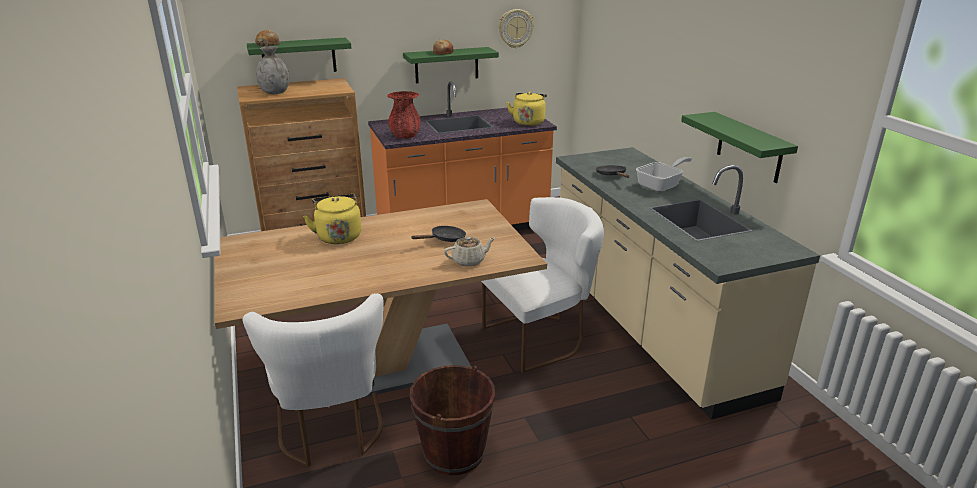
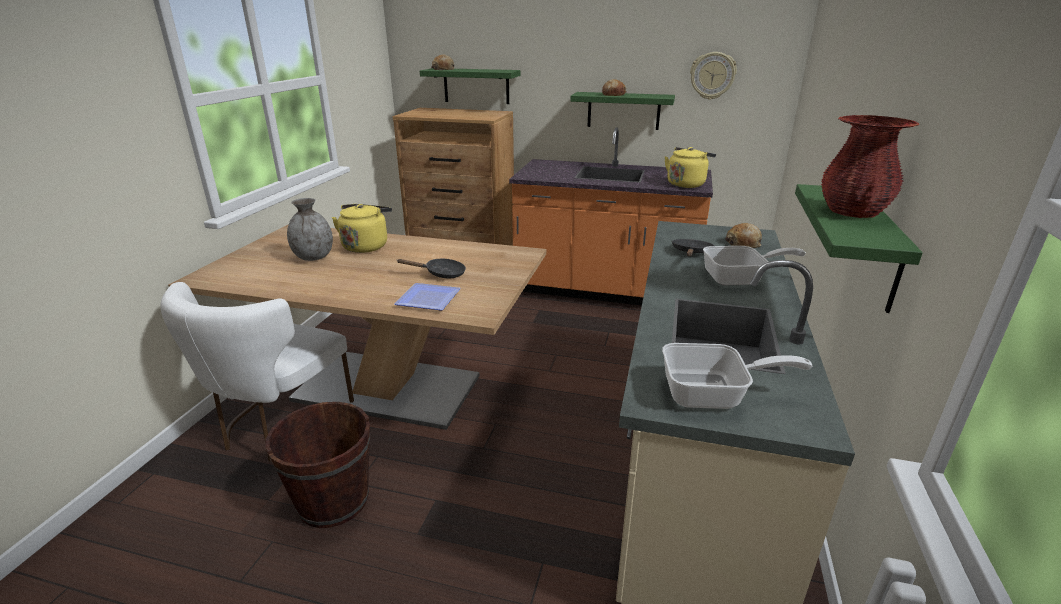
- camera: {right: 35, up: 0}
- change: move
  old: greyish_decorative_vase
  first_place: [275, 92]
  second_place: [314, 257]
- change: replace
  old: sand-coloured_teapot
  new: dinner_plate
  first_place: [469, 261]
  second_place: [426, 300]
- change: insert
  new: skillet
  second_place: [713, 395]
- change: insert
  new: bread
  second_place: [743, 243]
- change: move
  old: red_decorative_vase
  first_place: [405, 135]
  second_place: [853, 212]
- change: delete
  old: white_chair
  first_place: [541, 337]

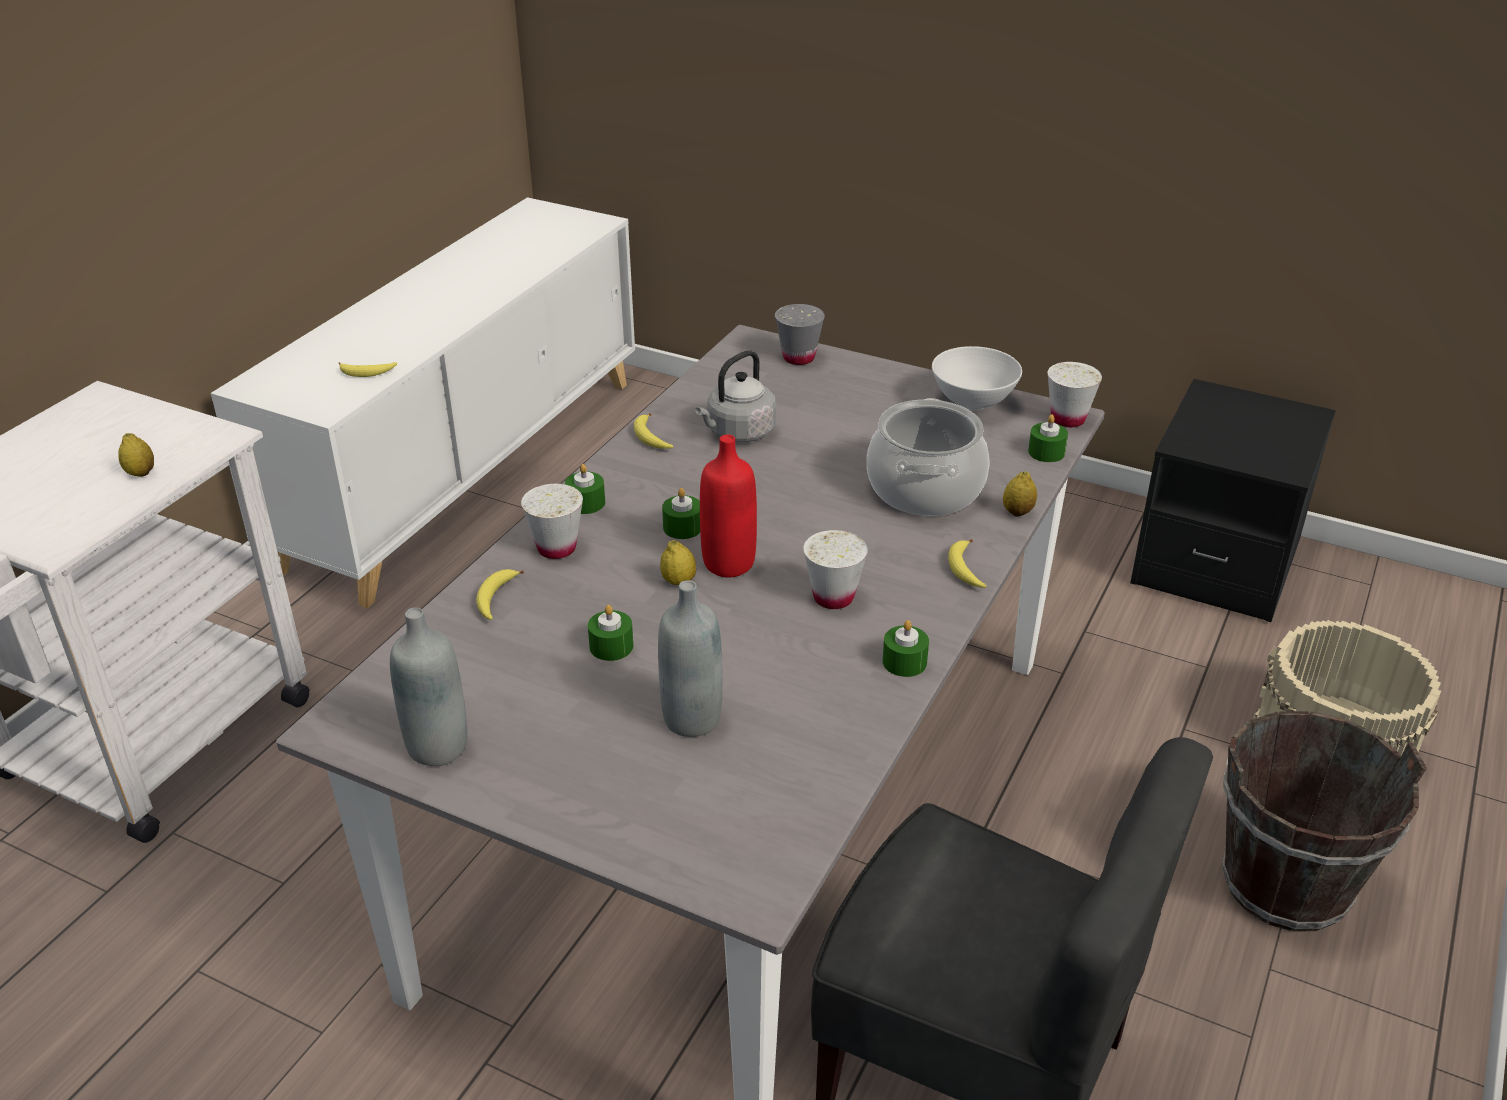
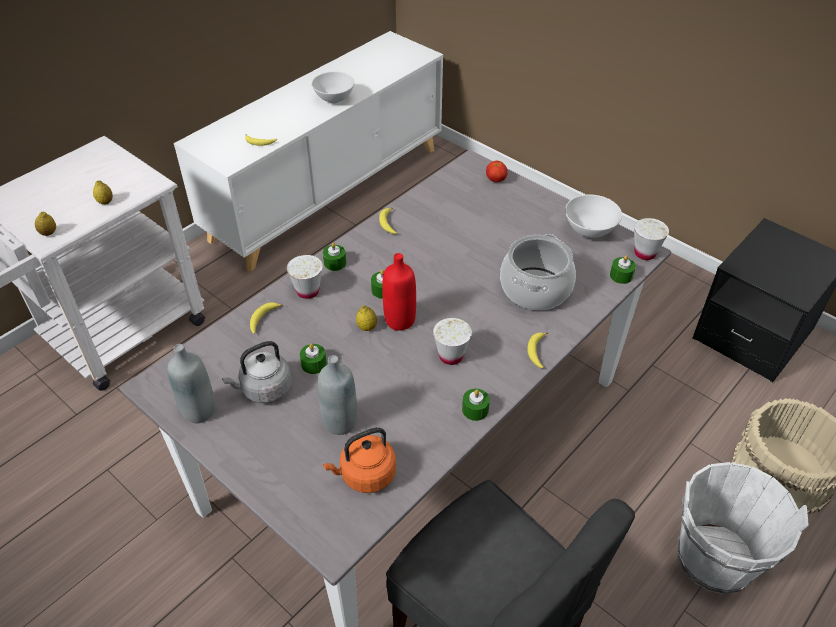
- camera: {right: 15, up: 10}
- change: move
  old: whole_lemon
  first_place: [1017, 512]
  second_place: [48, 233]
- change: move
  old: greyish_tea_kettle
  first_place: [738, 433]
  second_place: [264, 389]
- change: insert
  new: white_bowl
  second_place: [334, 100]
- change: insert
  new: orange-coloured_tea_kettle
  second_place: [365, 475]
- change: replace
  old: greyish_drinking_cup
  new: fresh_tomato
  first_place: [798, 358]
  second_place: [496, 180]
- change: recolor
  old: brown-coloured_water_bucket
  new: white_water_bucket
  first_place: [1285, 885]
  second_place: [714, 559]

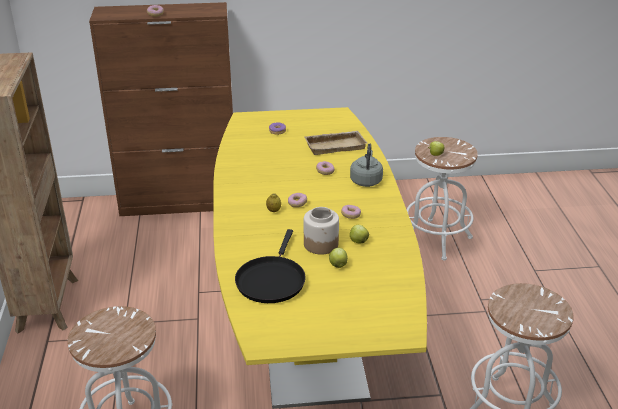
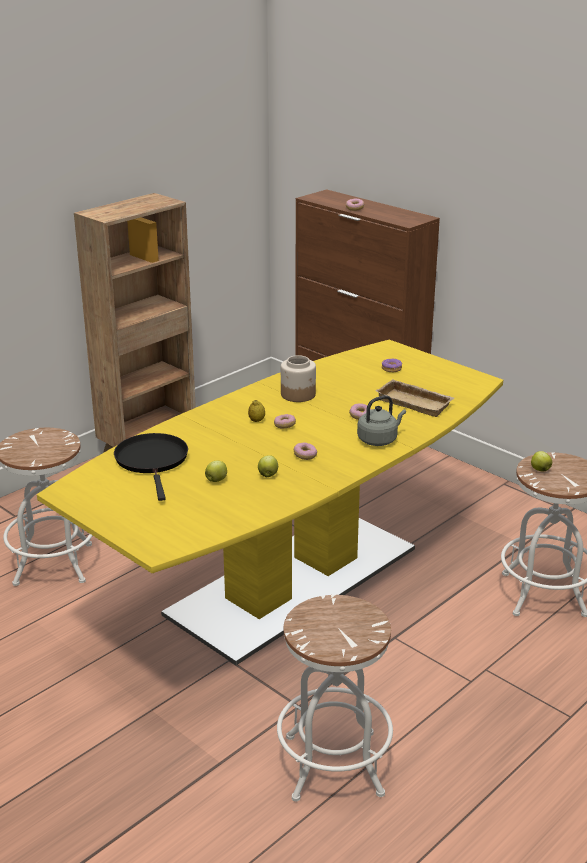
- camera: {right: 50, up: -5}
- change: rotate
  old: black_skillet
  first_place: [271, 280]
  second_place: [152, 461]
  degrees: 105
- change: move
  old: preserve_jar
  first_place: [321, 244]
  second_place: [298, 394]

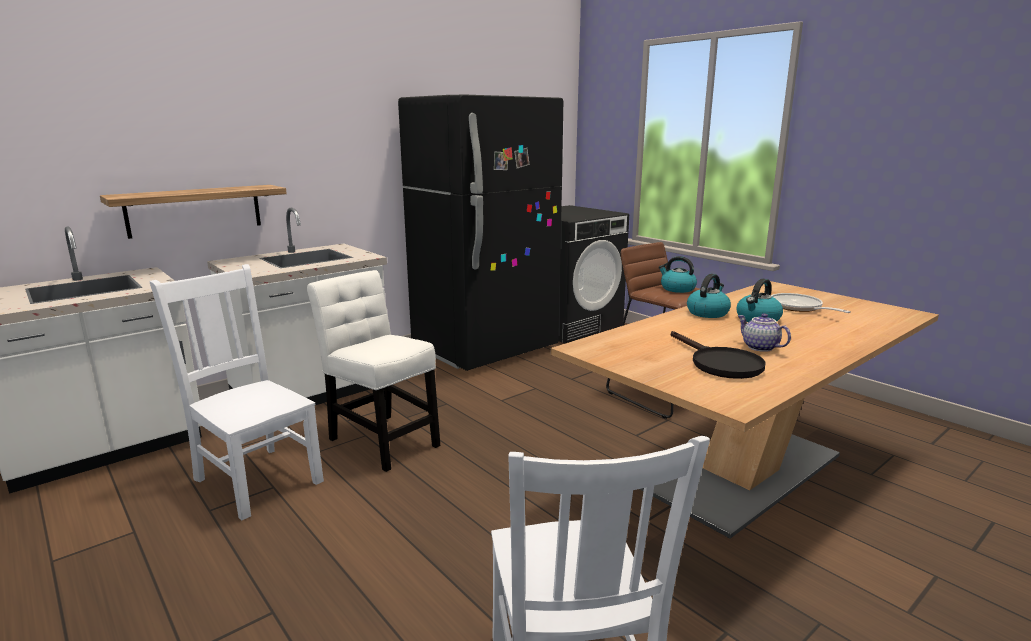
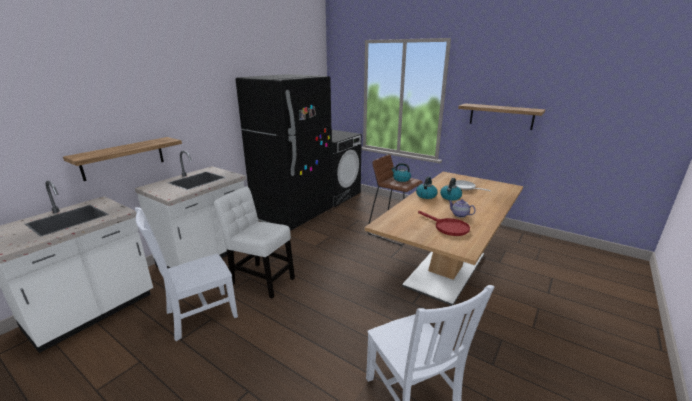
- camera: {right: -15, up: 5}
- change: rotate
  old: white_chair
  first_place: [256, 479]
  second_place: [199, 315]
  degrees: -60
- change: recolor
  old: black_skillet
  new: red_skillet
  first_place: [719, 363]
  second_place: [447, 227]
- change: insert
  new: wall_shelf
  second_place: [501, 116]

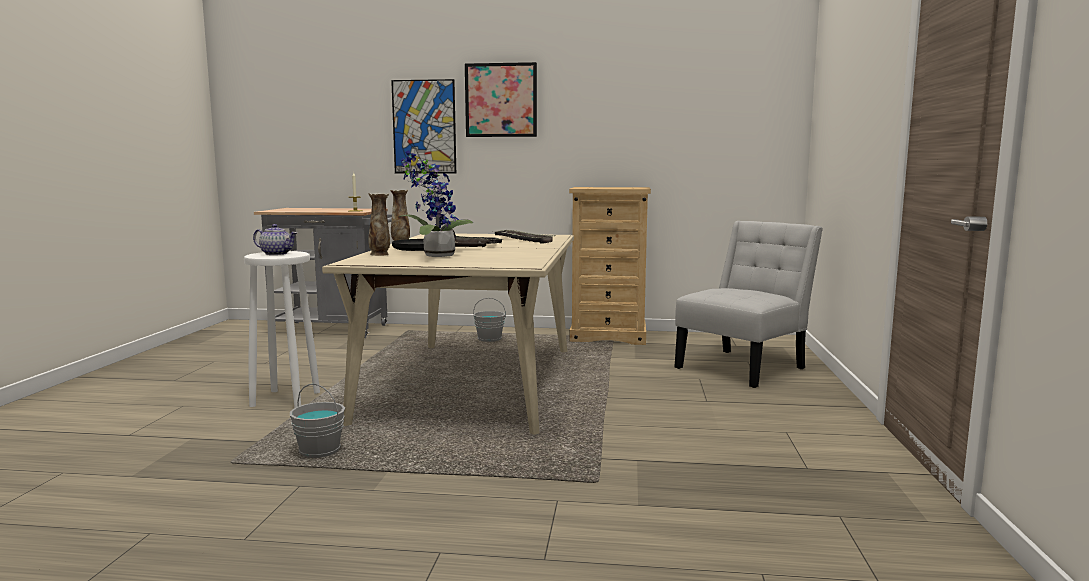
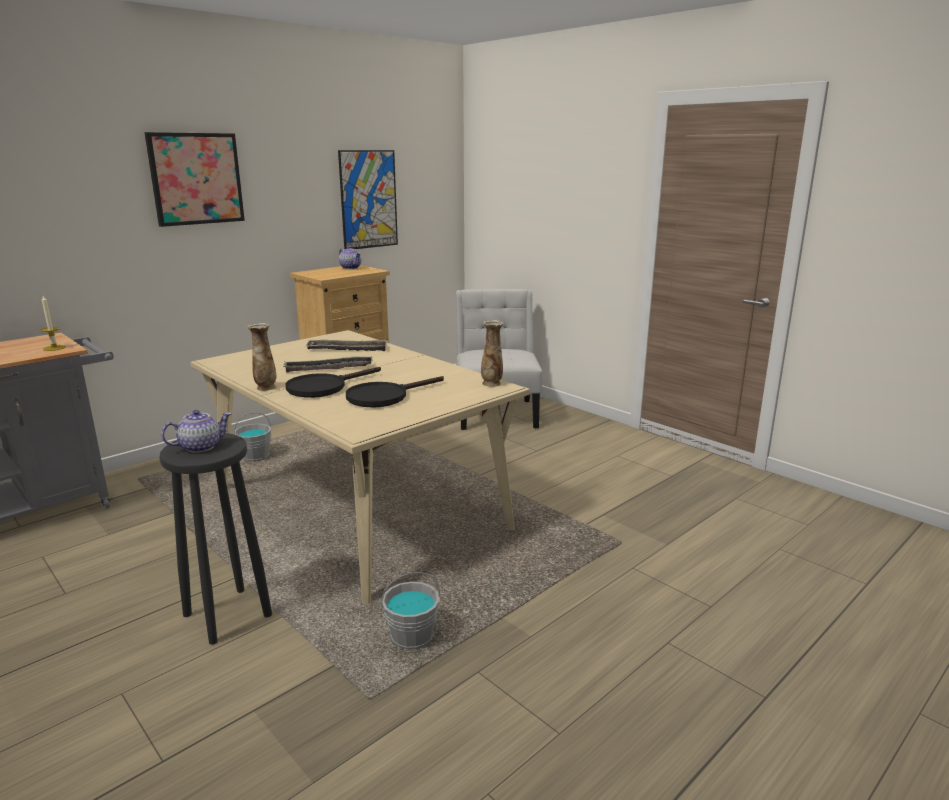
- camera: {right: -50, up: 10}
- change: recolor
  old: white_sitting_stool
  new: black_sitting_stool
  first_place: [286, 398]
  second_place: [227, 614]
- change: move
  old: picture
  first_place: [424, 127]
  second_place: [368, 199]
- change: insert
  new: teapot
  second_place: [351, 267]
- change: replace
  old: plant_in_a_pot
  new: black_skillet
  first_place: [435, 256]
  second_place: [384, 396]
- change: move
  old: decorative_vase
  first_place: [380, 254]
  second_place: [492, 383]

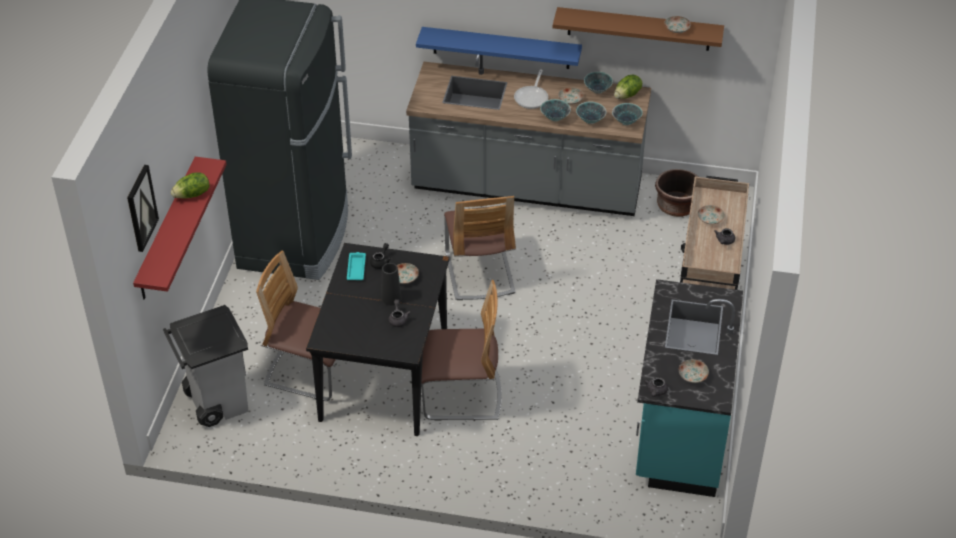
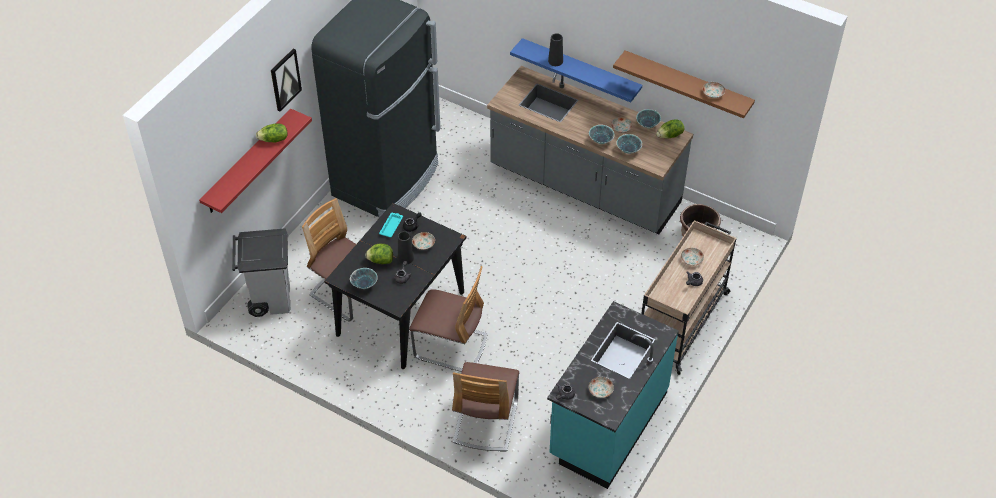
- camera: {right: 20, up: 5}
- change: move
  old: picture
  first_place: [141, 208]
  second_place: [285, 79]
- change: move
  old: bowl
  first_place: [626, 122]
  second_place: [364, 285]
- change: insert
  new: head_of_lettuce
  second_place: [380, 261]
- change: move
  old: chair
  first_place: [479, 273]
  second_place: [485, 421]
- change: insert
  new: black_decorative_vase
  second_place: [555, 61]
- change: delete
  old: skillet
  first_place: [532, 97]

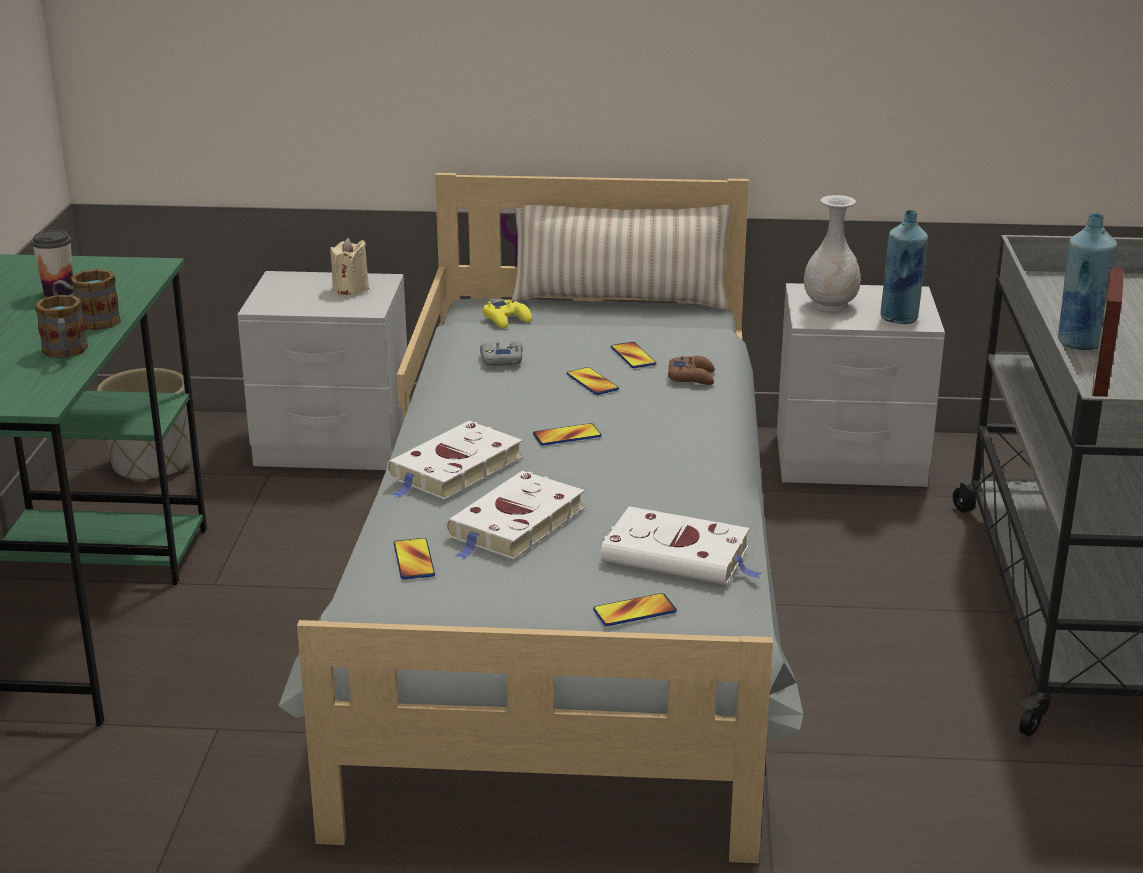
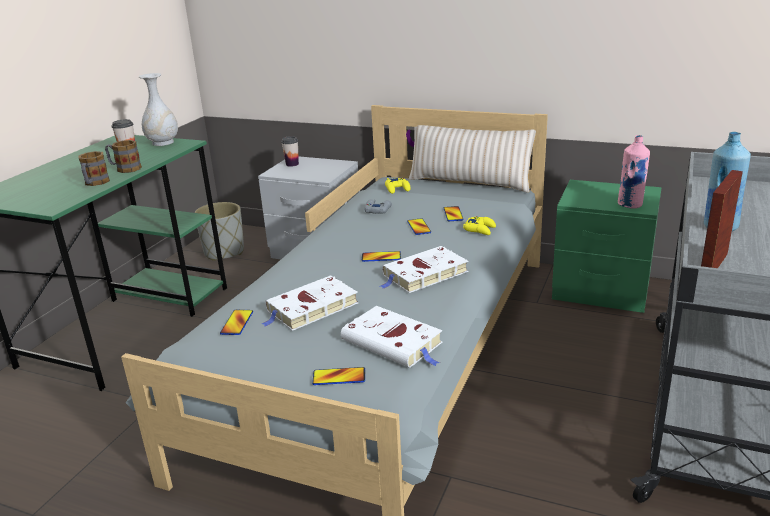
- camera: {right: 20, up: 0}
- change: move
  old: white_decorative_vase
  first_place: [831, 305]
  second_place: [163, 143]
- change: insert
  new: drinking_cup
  second_place: [292, 164]
- change: move
  old: white_book
  first_place: [454, 469]
  second_place: [423, 275]
- change: recolor
  old: brown-coloured_joypad
  new: yellowish_joypad
  first_place: [692, 377]
  second_place: [480, 229]
- change: recolor
  old: greyish_bedside_table
  new: green-coloured_bedside_table
  first_place: [849, 459]
  second_place: [601, 290]
- change: recolor
  old: blue-coloured_drink_bottle
  new: pinkish_drink_bottle
  first_place: [899, 319]
  second_place: [630, 205]
- change: delete
  old: sand-coloured_wax_candle
  first_place: [350, 289]

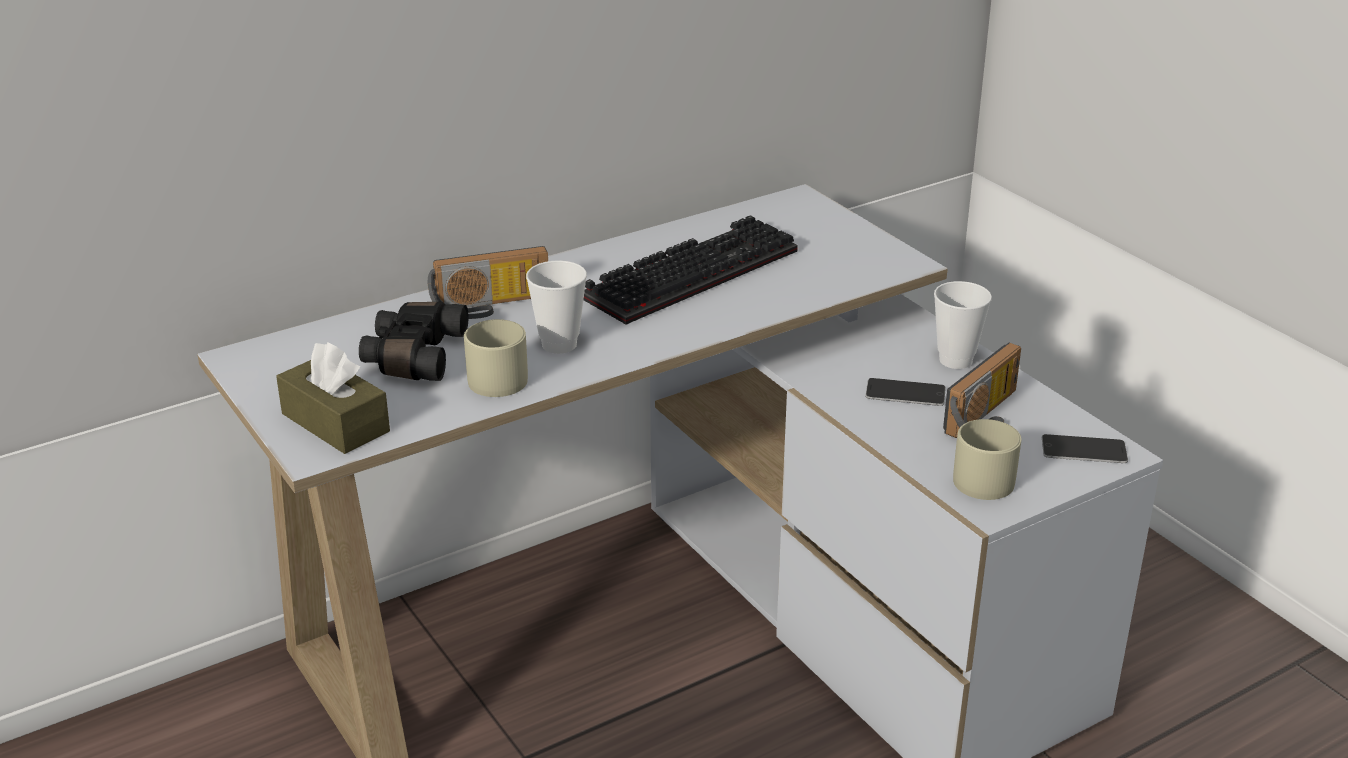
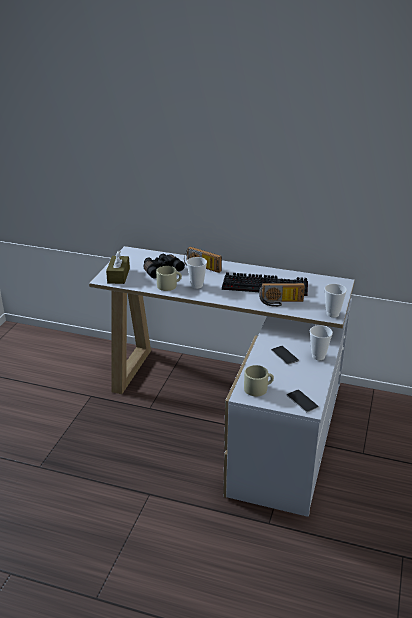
- camera: {right: 50, up: 0}
- change: move
  old: radio_set
  first_place: [988, 417]
  second_place: [281, 302]
- change: insert
  new: drinking_cup
  second_place: [332, 314]

